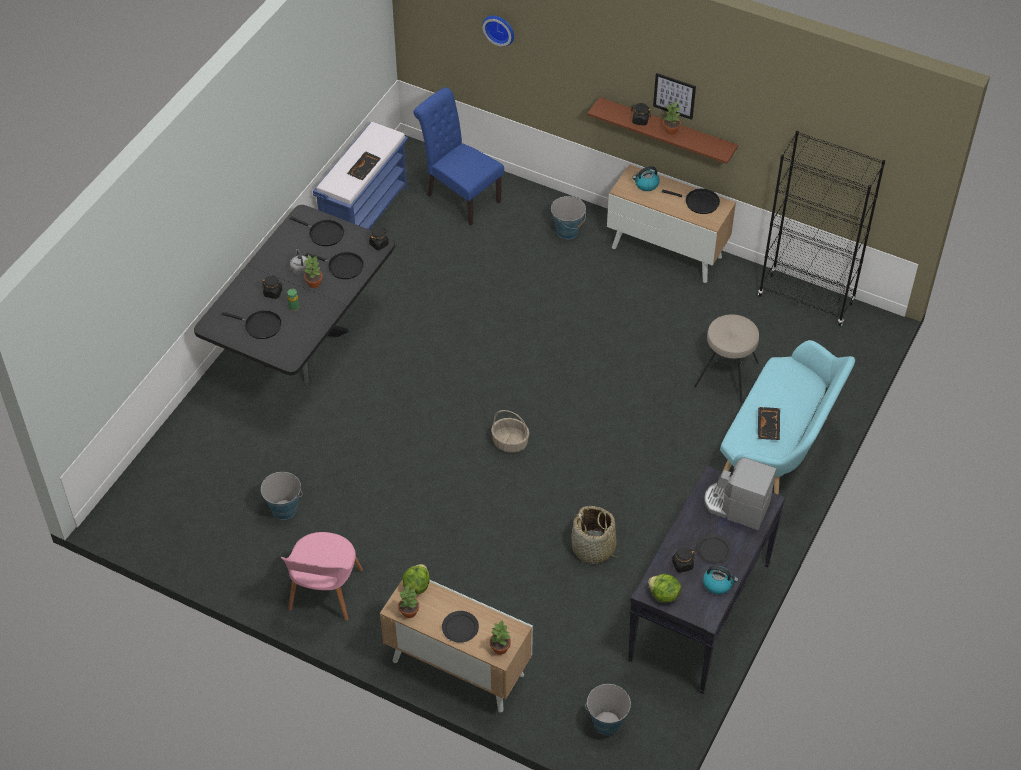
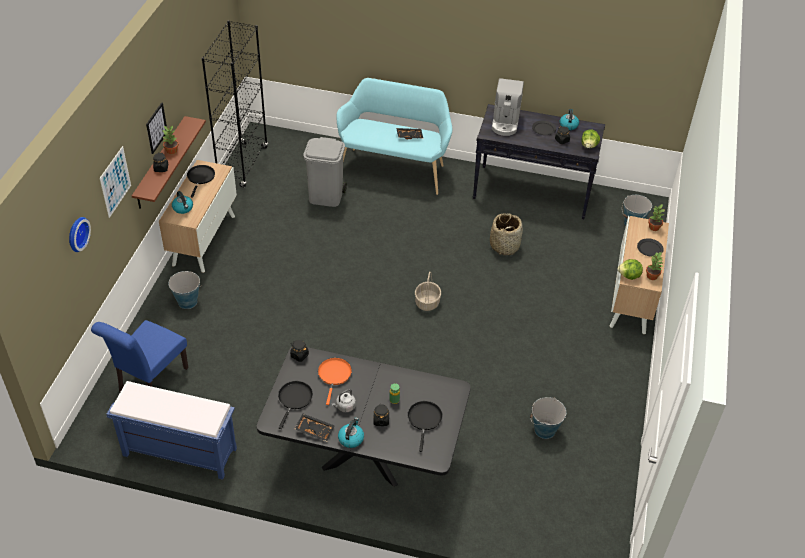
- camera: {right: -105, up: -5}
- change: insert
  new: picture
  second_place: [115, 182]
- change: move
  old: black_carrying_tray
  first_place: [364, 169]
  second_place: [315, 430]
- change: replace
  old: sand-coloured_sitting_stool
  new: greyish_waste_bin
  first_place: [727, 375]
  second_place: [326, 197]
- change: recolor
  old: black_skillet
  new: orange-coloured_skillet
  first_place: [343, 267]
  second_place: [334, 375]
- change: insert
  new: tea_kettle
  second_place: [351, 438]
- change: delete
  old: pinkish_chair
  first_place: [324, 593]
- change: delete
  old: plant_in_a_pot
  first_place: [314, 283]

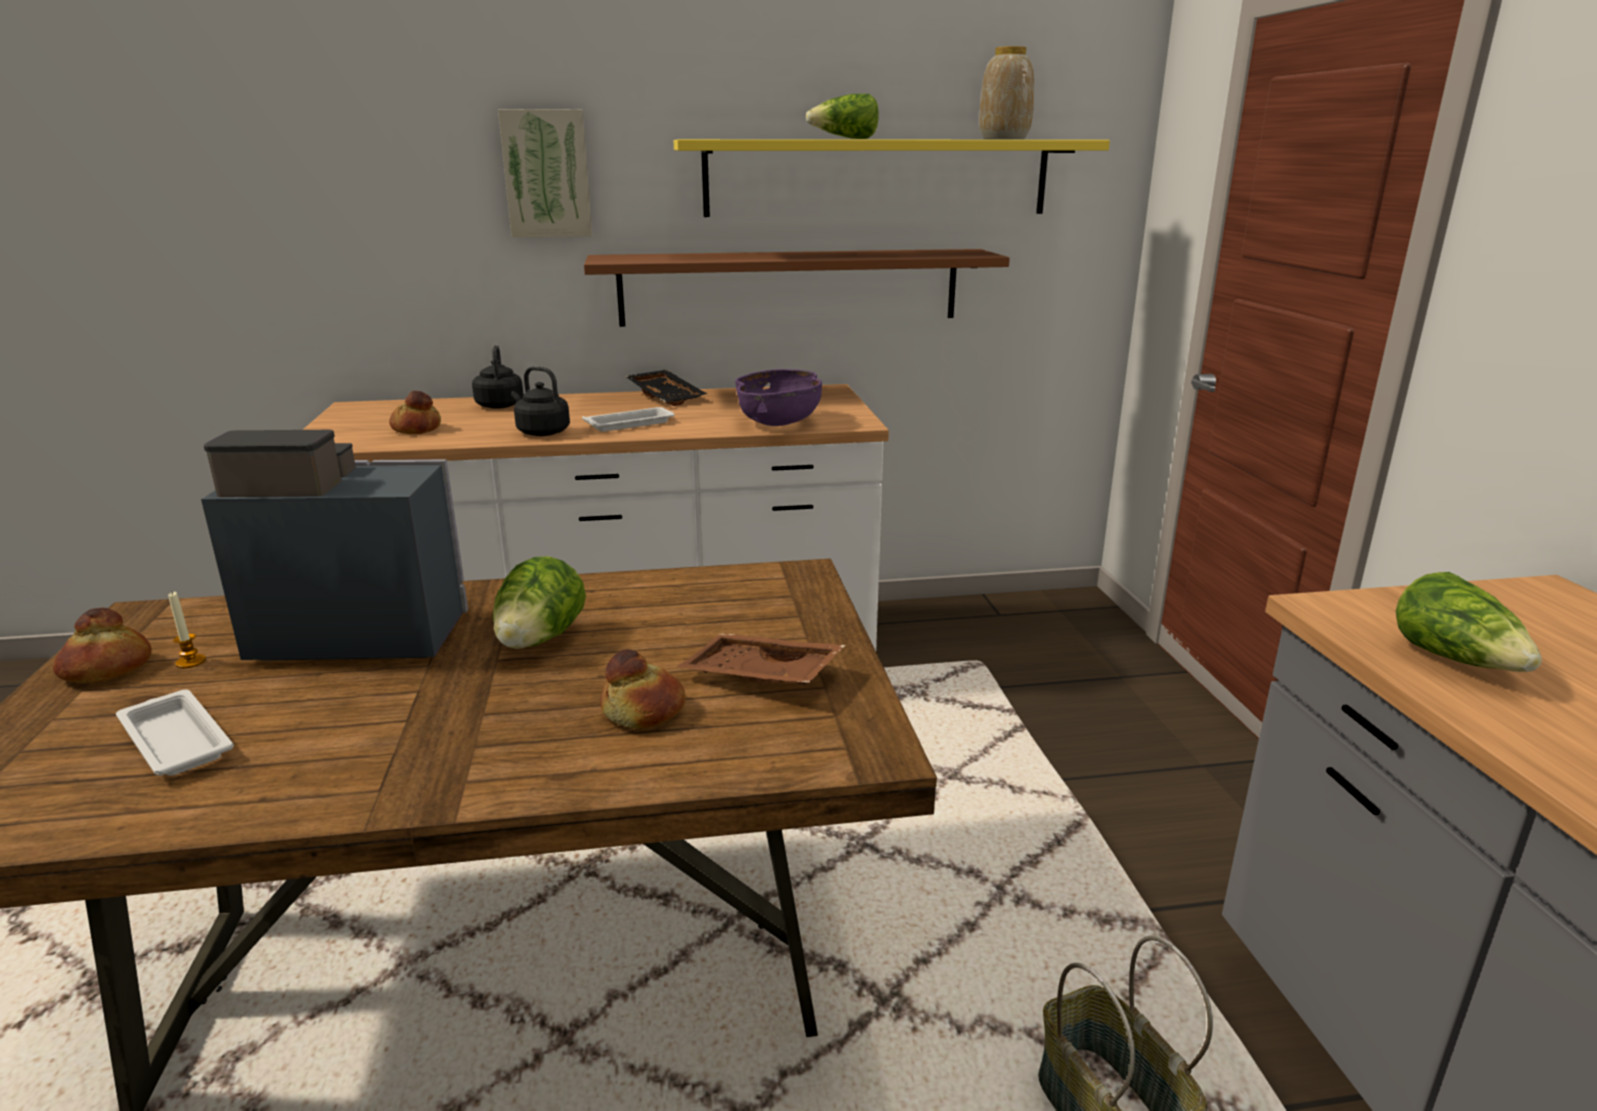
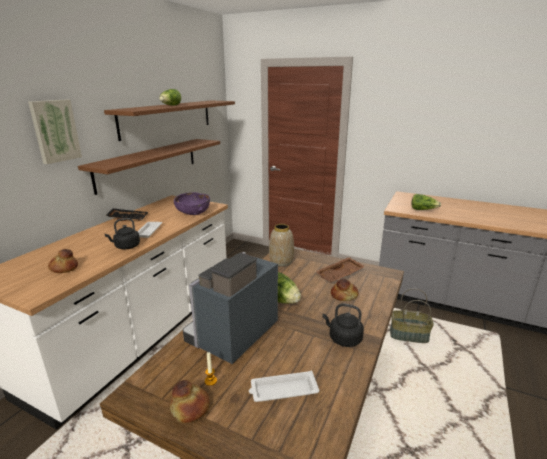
- camera: {right: -55, up: 0}
- change: recolor
  old: yellowish_wall_shelf
  new: brown-coloured_wall_shelf
  first_place: [878, 178]
  second_place: [168, 118]
- change: move
  old: decorative_vase
  first_place: [1004, 139]
  second_place: [281, 262]
- change: move
  old: black_tea_kettle
  first_place: [500, 405]
  second_place: [343, 339]

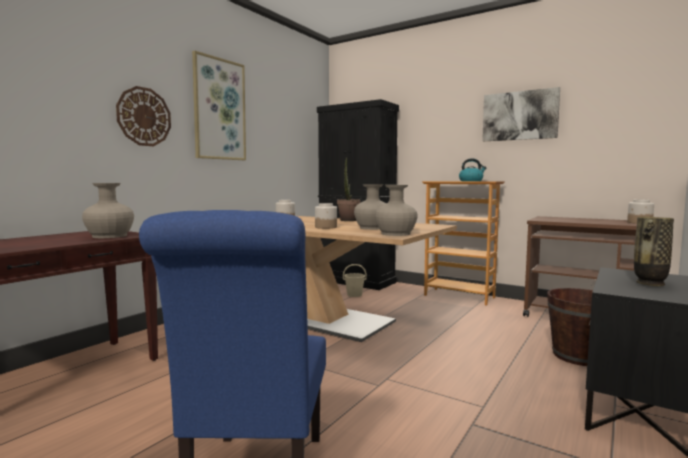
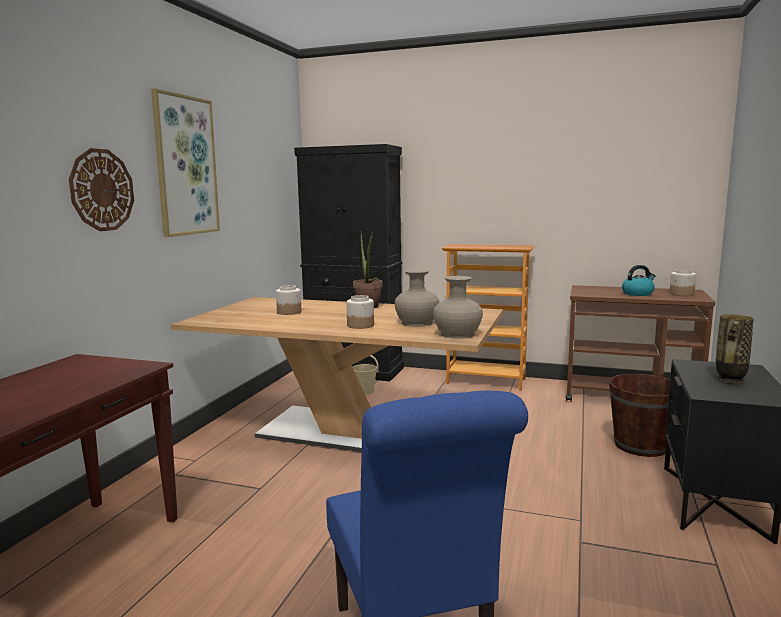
- camera: {right: -15, up: 5}
- change: move
  old: tea_kettle
  first_place: [471, 181]
  second_place: [638, 293]
- change: delete
  old: sand-coloured_decorative_vase
  first_place: [109, 236]
- change: delete
  old: picture
  first_place: [519, 116]

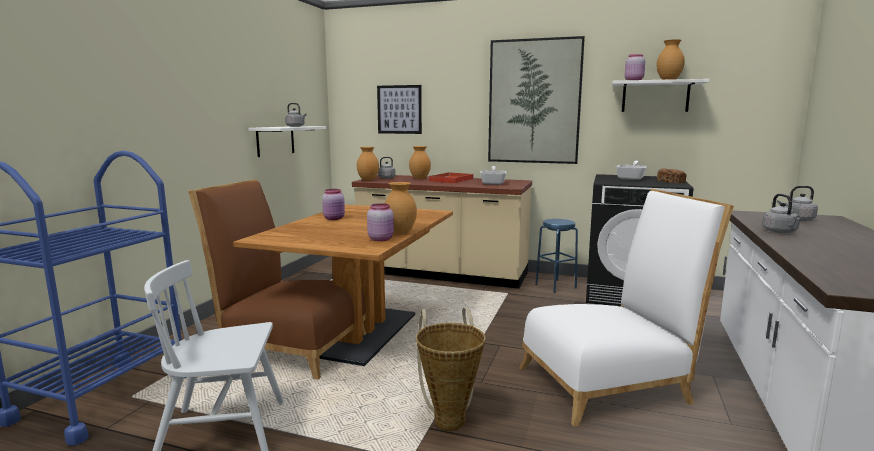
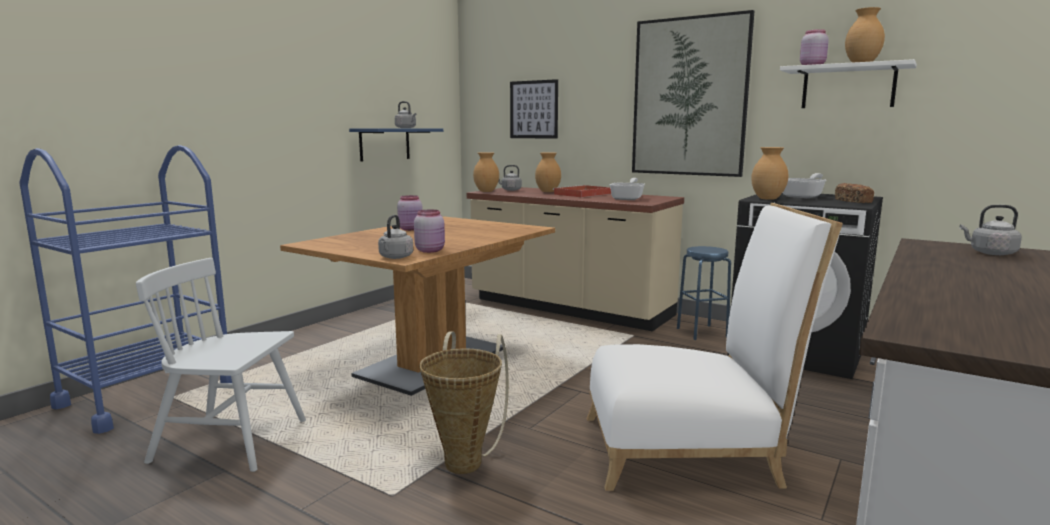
- camera: {right: 15, up: 0}
- change: recolor
  old: white_wall_shelf
  new: blue-coloured_wall_shelf
  first_place: [275, 141]
  second_place: [384, 144]
- change: move
  old: greyish_tea_kettle
  first_place: [780, 232]
  second_place: [395, 257]
- change: move
  old: brown-coloured_decorative_vase
  first_place: [399, 232]
  second_place: [767, 199]
- change: delete
  old: brown-coloured_chair
  first_place: [288, 347]

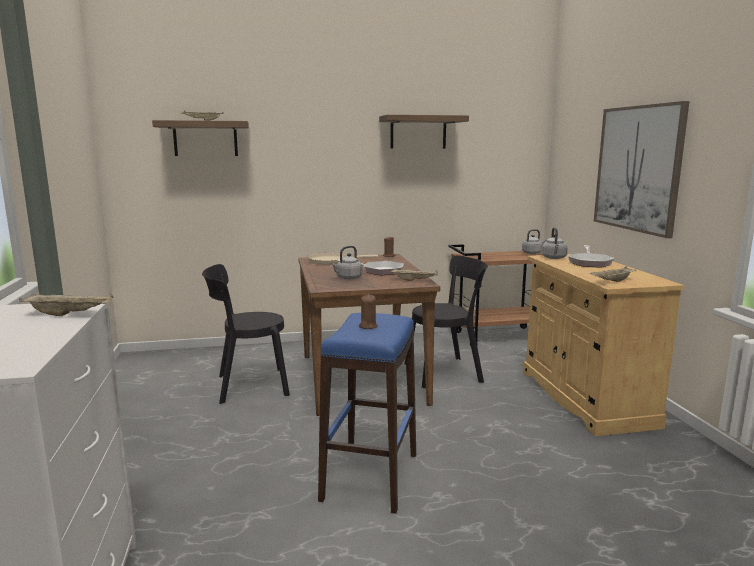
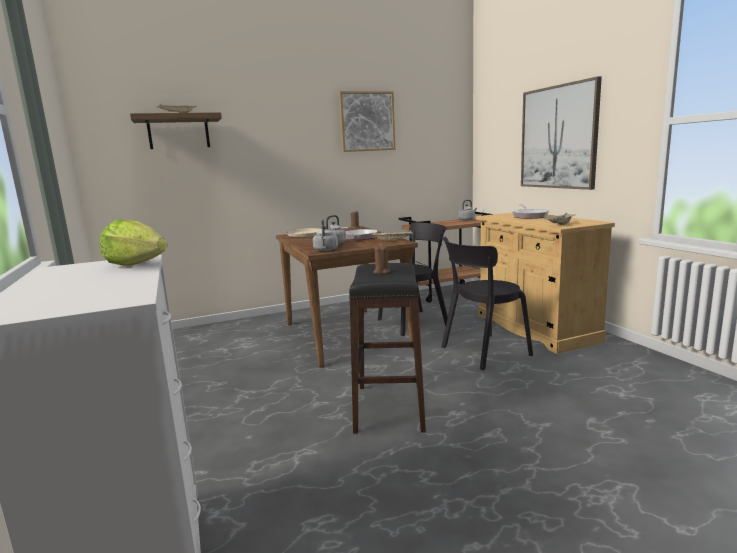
- camera: {right: -10, up: 0}
- change: replace
  old: sand-coloured_carrying_tray
  new: head_of_lettuce
  first_place: [71, 314]
  second_place: [136, 264]
- change: move
  old: greyish_tea_kettle
  first_place: [554, 258]
  second_place: [325, 250]
- change: replace
  old: wall_shelf
  new: picture
  first_place: [418, 132]
  second_place: [367, 121]
- change: recolor
  old: blue-coloured_sitting_stool
  new: black_sitting_stool
  first_place: [370, 476]
  second_place: [389, 407]
- change: move
  old: black_chair
  first_place: [248, 386]
  second_place: [482, 352]

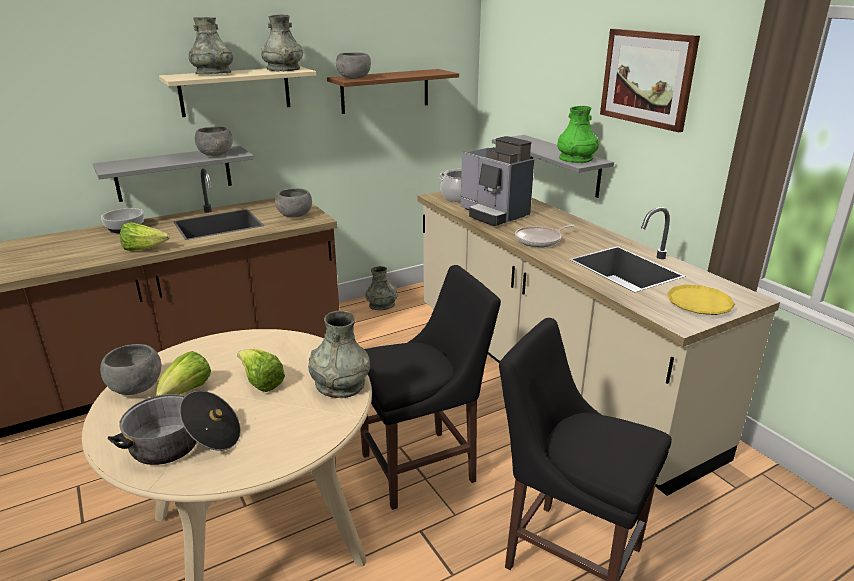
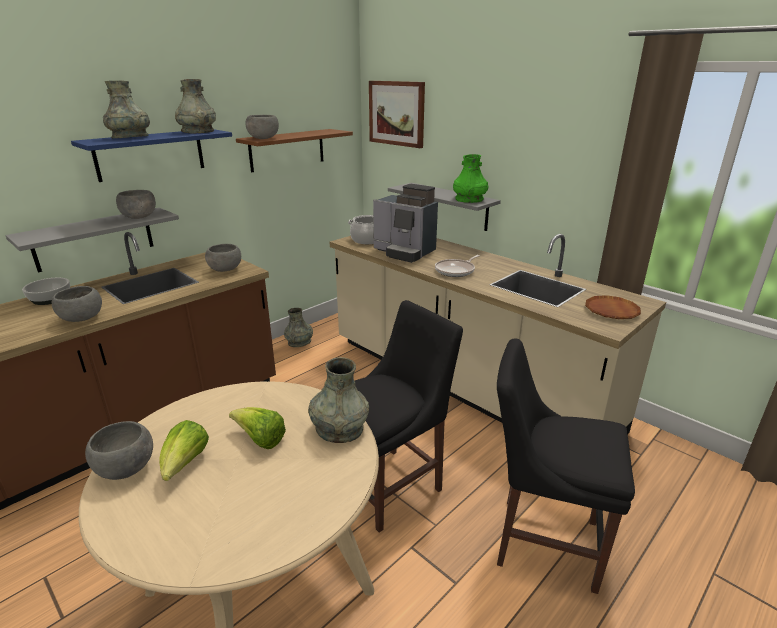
- camera: {right: -15, up: 0}
- change: replace
  old: head_of_lettuce
  new: greyish_bowl
  first_place: [144, 249]
  second_place: [82, 318]
- change: recolor
  old: sand-coloured_wall_shelf
  new: blue-coloured_wall_shelf
  first_place: [235, 91]
  second_place: [150, 154]
- change: move
  old: picture
  first_place: [647, 78]
  second_place: [396, 113]
- change: recolor
  old: yellowish_dinner_plate
  new: brown-coloured_dinner_plate
  first_place: [699, 304]
  second_place: [611, 311]
- change: delete
  old: saucepot
  first_place: [183, 444]

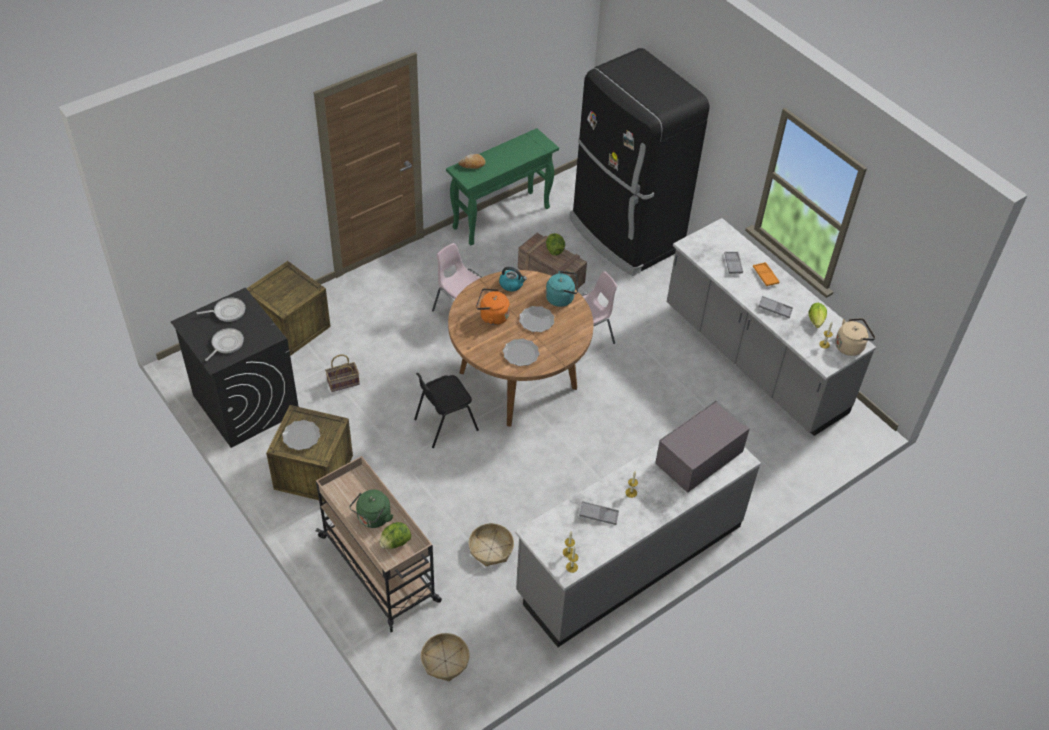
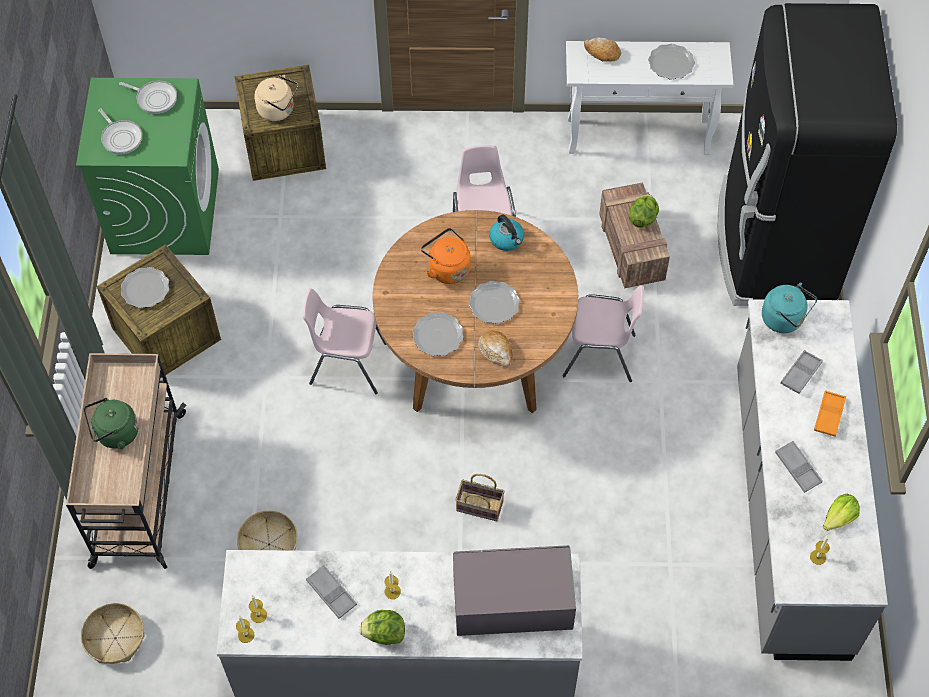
- camera: {right: 40, up: 10}
- change: recolor
  old: black_laundry_machine
  new: green-coloured_laundry_machine
  first_place: [245, 403]
  second_place: [164, 210]
- change: rotate
  old: skillet
  first_place: [226, 344]
  second_place: [121, 137]
  degrees: 75
- change: move
  old: sand-coloured_tea_kettle
  first_place: [850, 346]
  second_place: [278, 110]
- change: recolor
  old: black_chair
  new: pinkish_chair
  first_place: [445, 424]
  second_place: [347, 363]
- change: move
  old: head_of_lettuce
  first_place: [395, 542]
  second_place: [384, 633]
- change: move
  old: storage_basket
  first_place: [342, 383]
  second_place: [478, 507]
- change: insert
  new: bread
  second_place: [496, 351]
- change: recolor
  old: green-coloured_narrow_table
  new: white_narrow_table
  first_place: [502, 217]
  second_place: [639, 136]
- change: insert
  new: dinner_plate
  second_place: [671, 63]
- change: move
  old: turquoise_tea_kettle
  first_place: [561, 298]
  second_place: [784, 319]

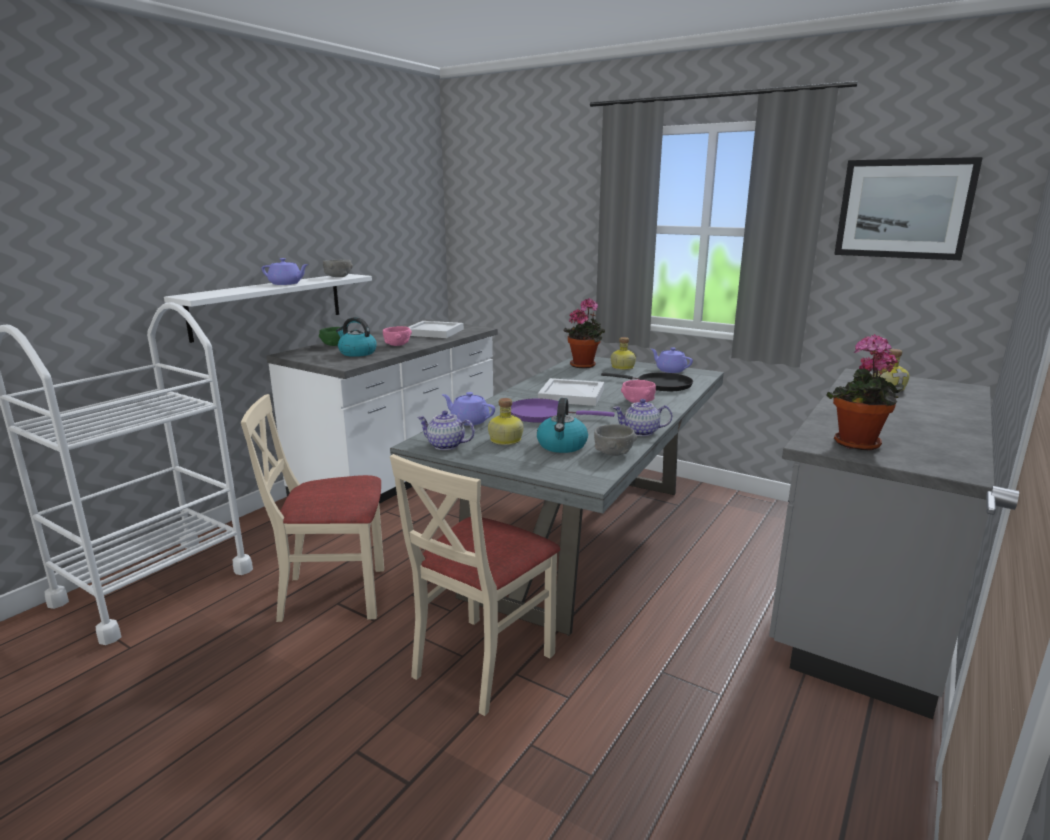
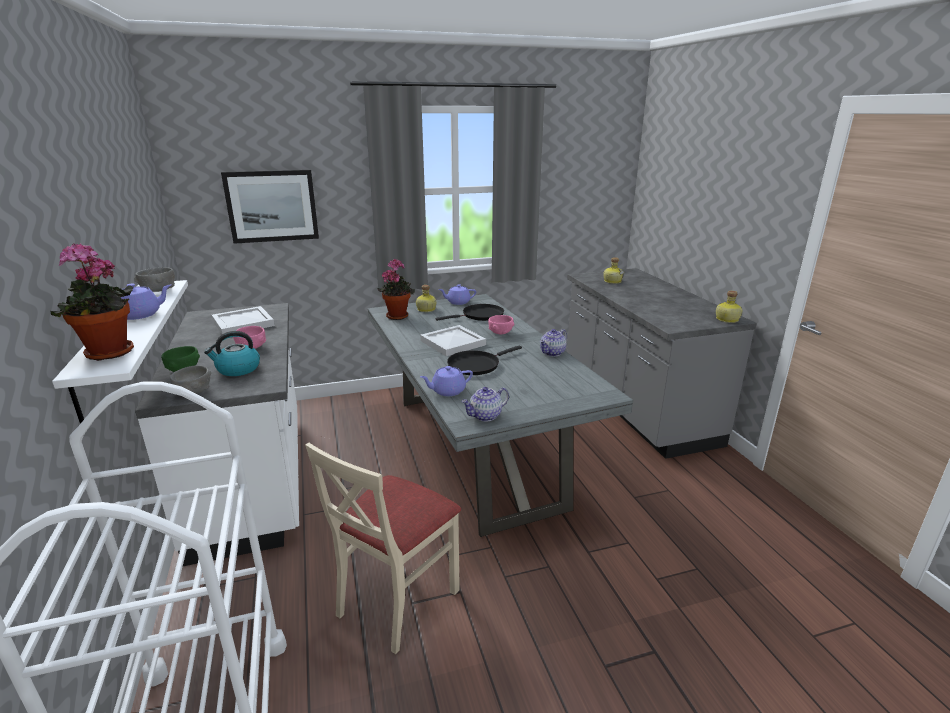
- camera: {right: -50, up: 5}
- change: move
  old: plant_in_a_pot
  first_place: [857, 445]
  second_place: [109, 354]
- change: move
  old: greyish_bowl
  first_place: [613, 453]
  second_place: [194, 392]
- change: move
  old: picture
  first_place: [904, 209]
  second_place: [272, 206]
- change: recolor
  old: purple_skillet
  new: black_skillet
  first_place: [542, 415]
  second_place: [476, 365]
- change: move
  old: drink_bottle
  first_place: [504, 440]
  second_place: [726, 320]
- change: delete
  old: sand-coloured_chair
  first_place: [482, 662]
- change: delete
  old: tea_kettle
  first_place: [562, 446]

